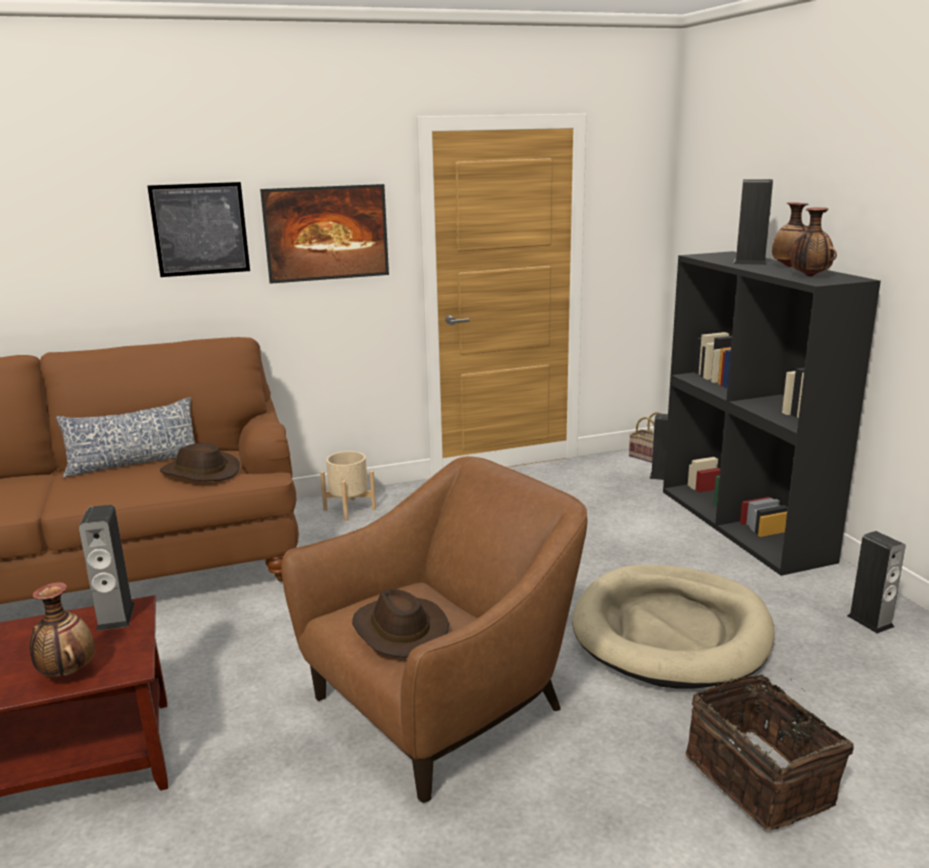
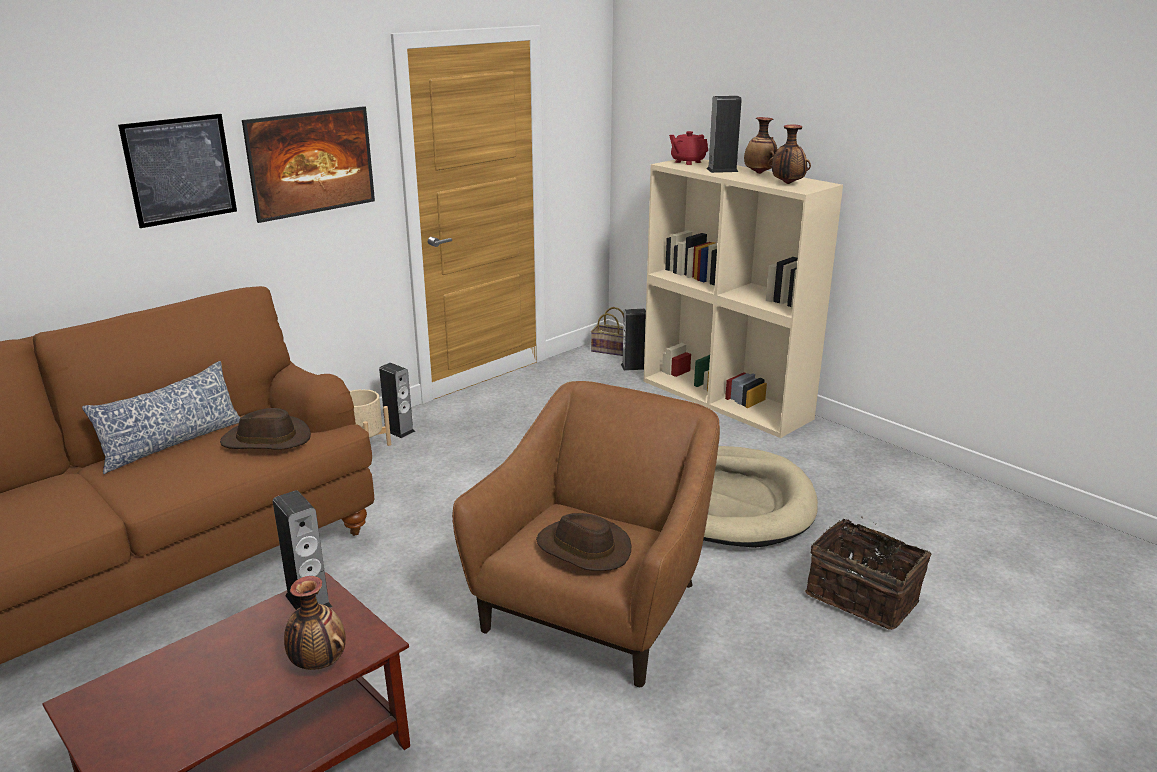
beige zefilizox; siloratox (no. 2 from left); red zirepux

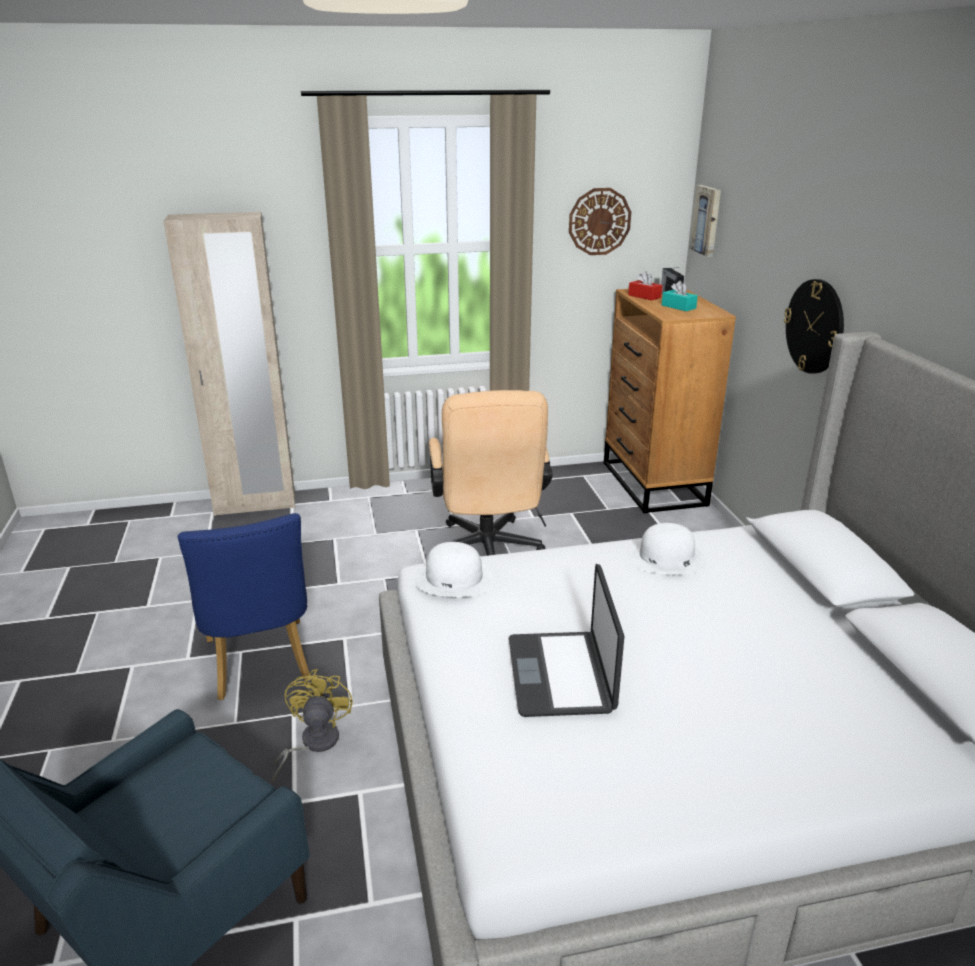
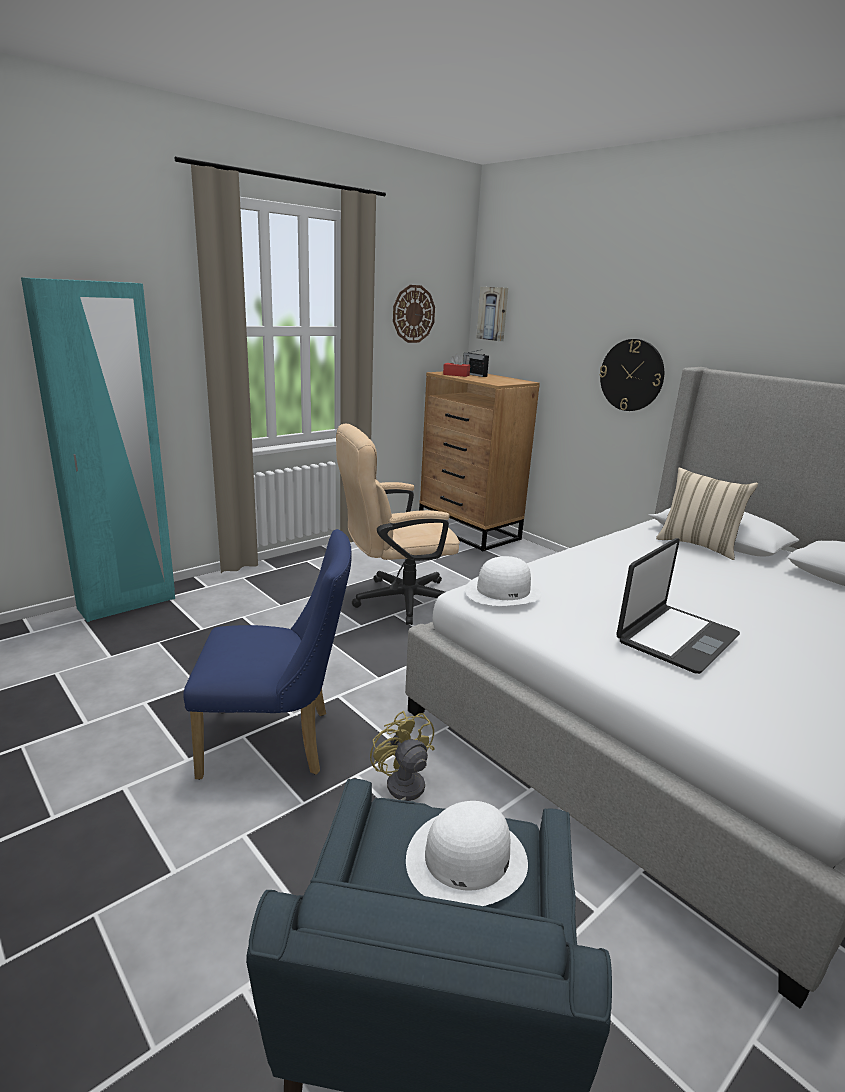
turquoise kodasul; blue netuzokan; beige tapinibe; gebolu; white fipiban (no. 1 from left); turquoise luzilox; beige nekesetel

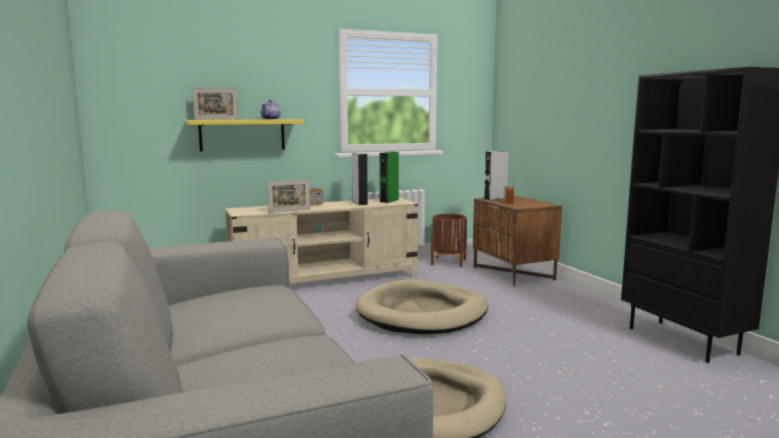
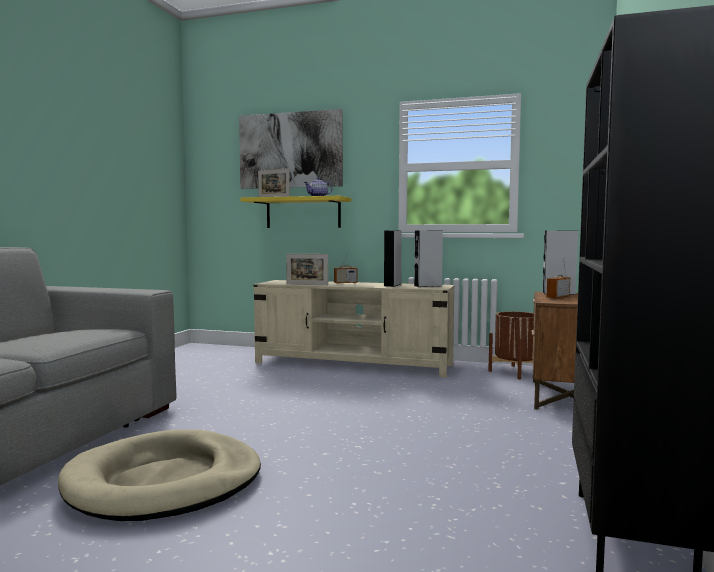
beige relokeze (no. 1 from left in the first image); grey siloratox (no. 2 from left); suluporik

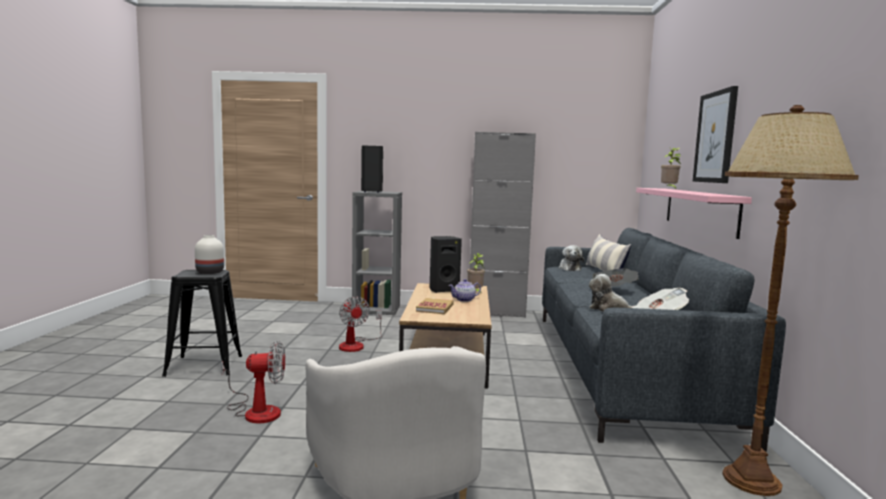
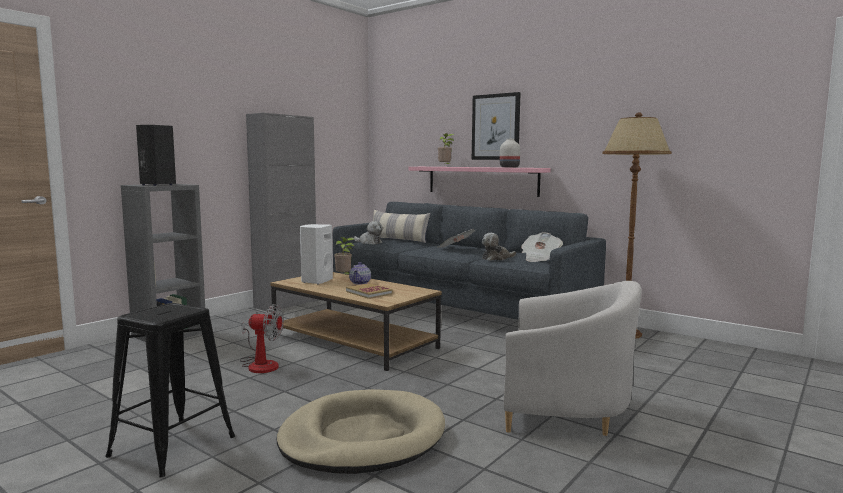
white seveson; beige relokeze; white siloratox

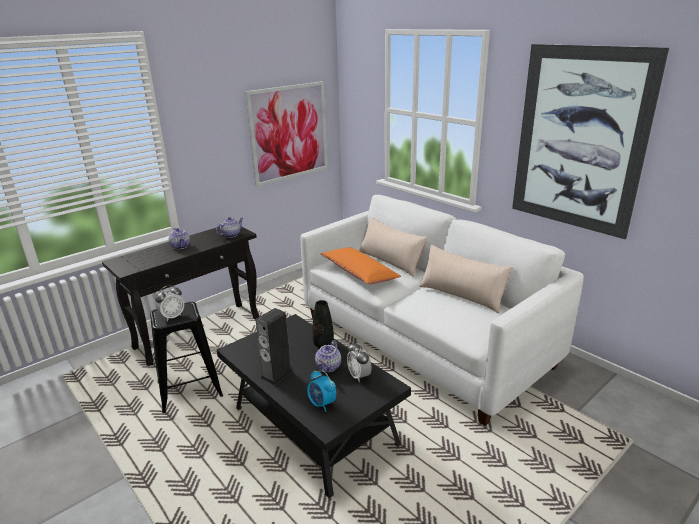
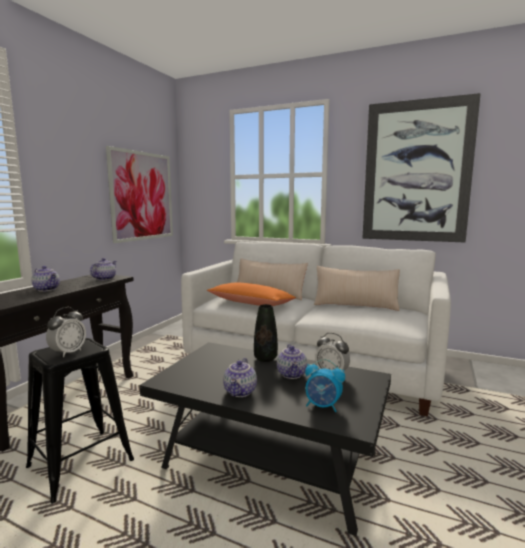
zirepux (no. 3 from left)

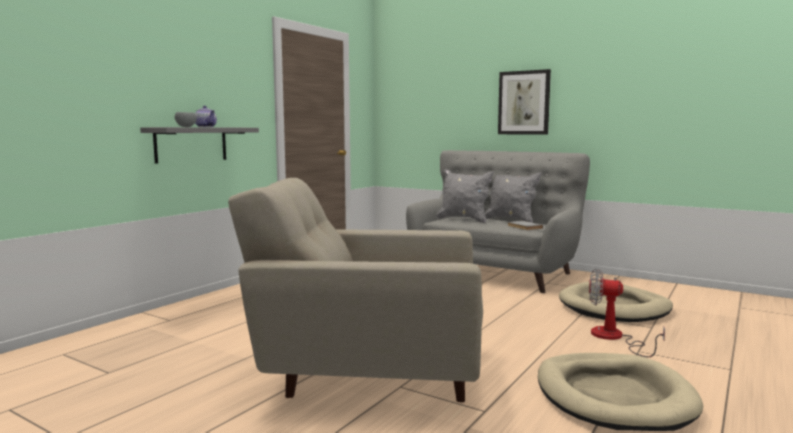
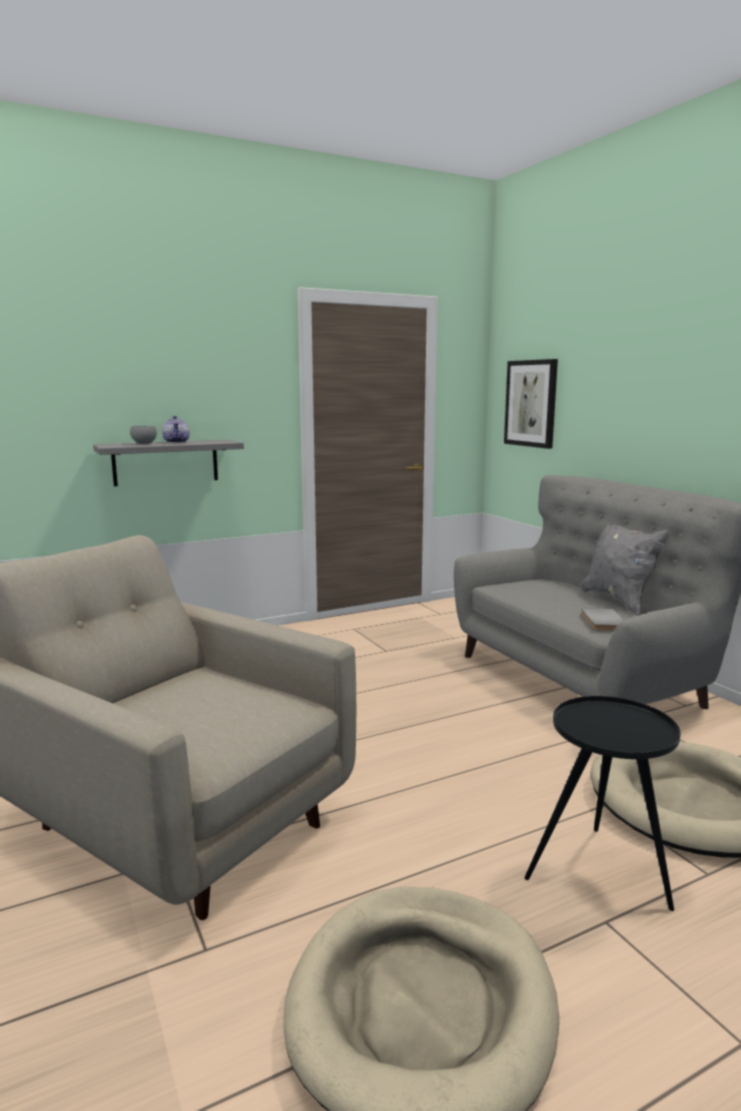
grey nekesetel (no. 1 from left in the first image); suluporik; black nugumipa

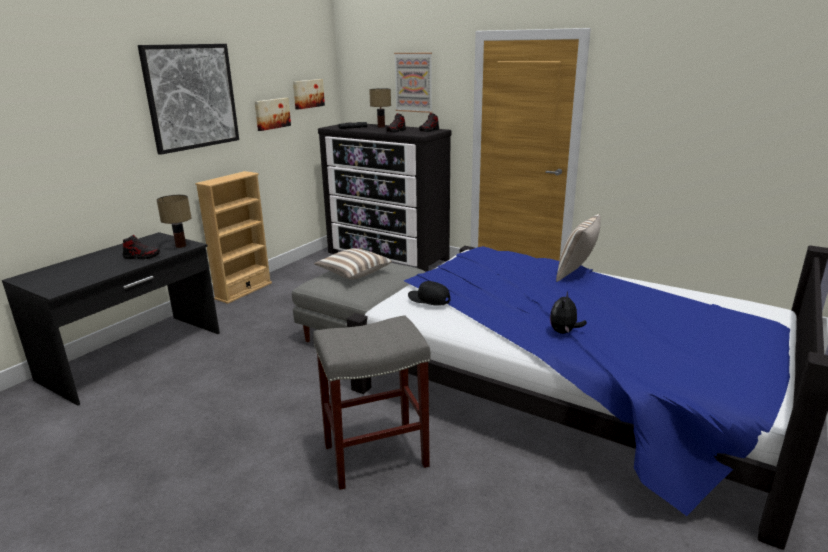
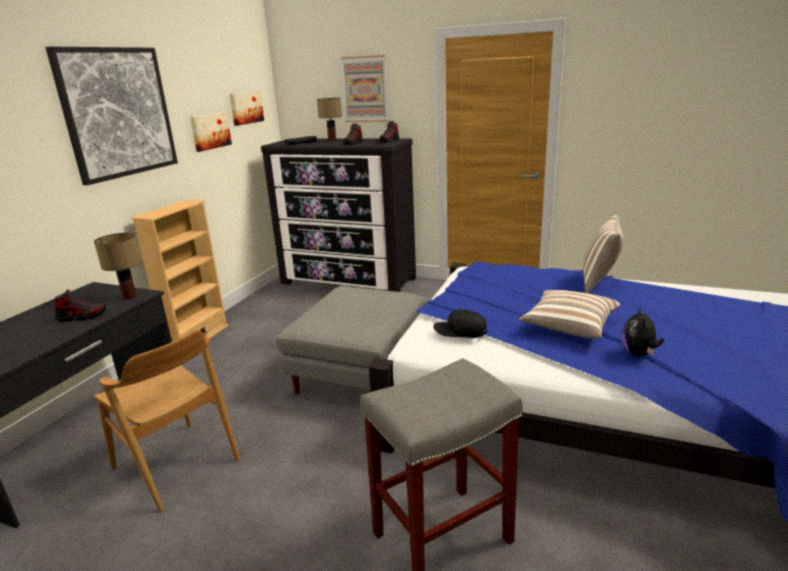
nekesetel (no. 1 from left); brown netuzokan

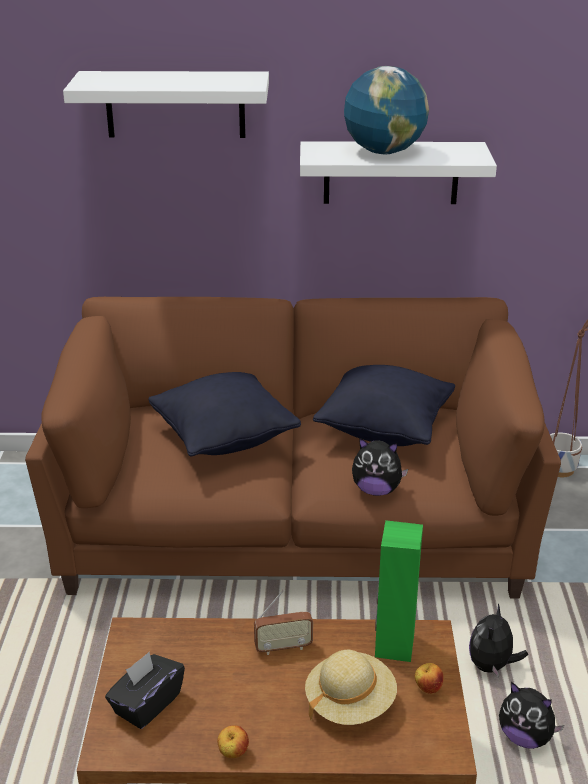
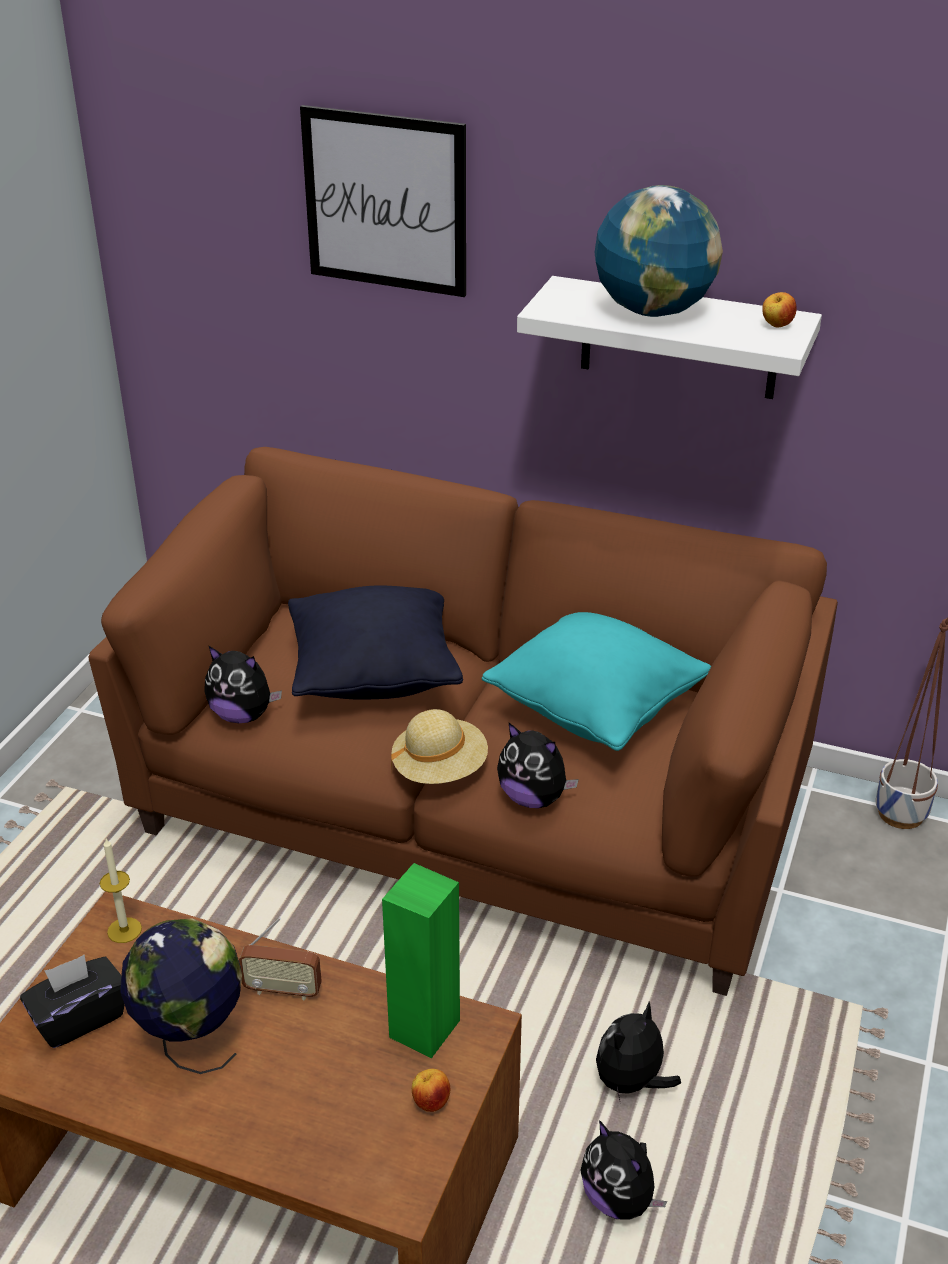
suluporik; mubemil (no. 2 from left); beige fipiban; turquoise nekesetel; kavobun; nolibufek (no. 1 from left); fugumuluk (no. 1 from left)

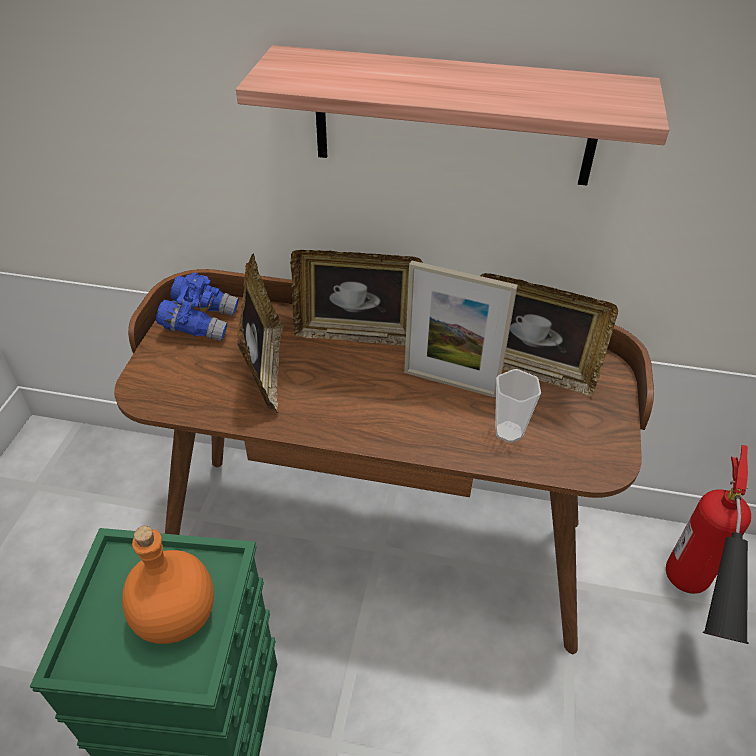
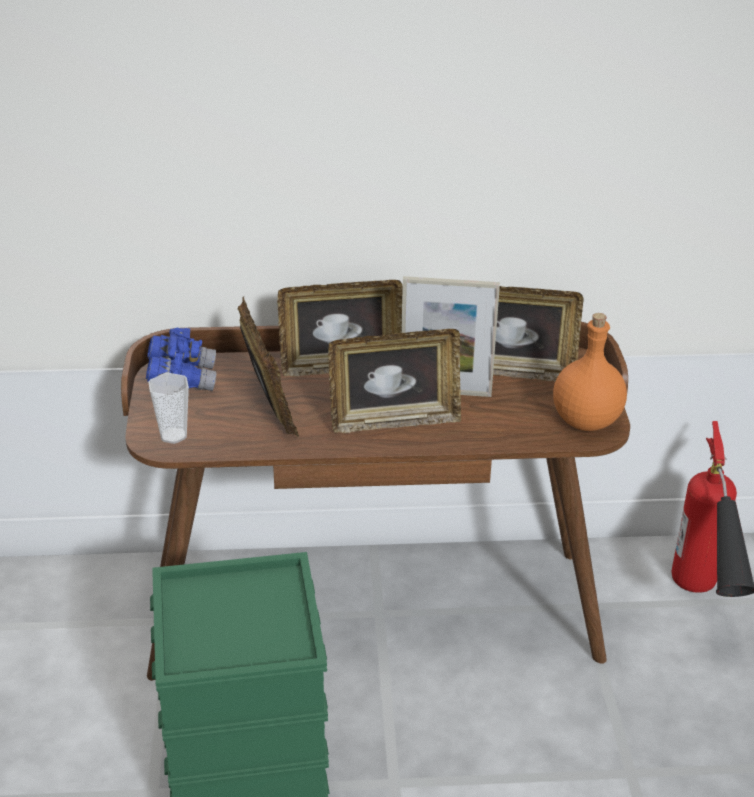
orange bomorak; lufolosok; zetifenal; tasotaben (no. 3 from left)

